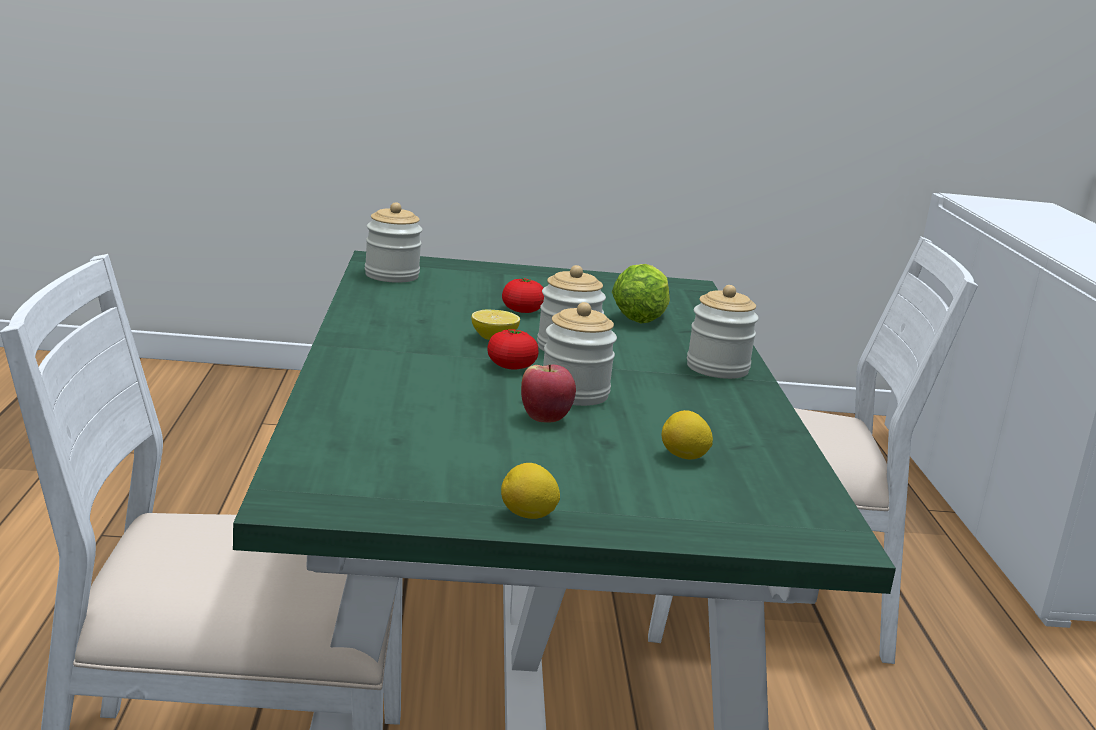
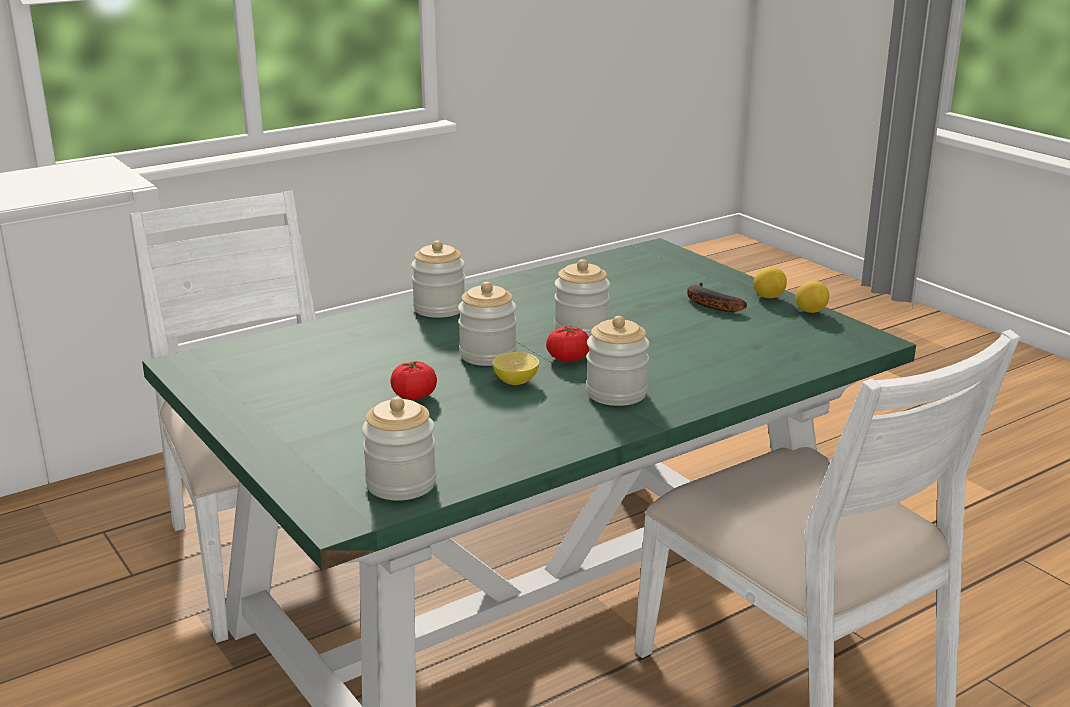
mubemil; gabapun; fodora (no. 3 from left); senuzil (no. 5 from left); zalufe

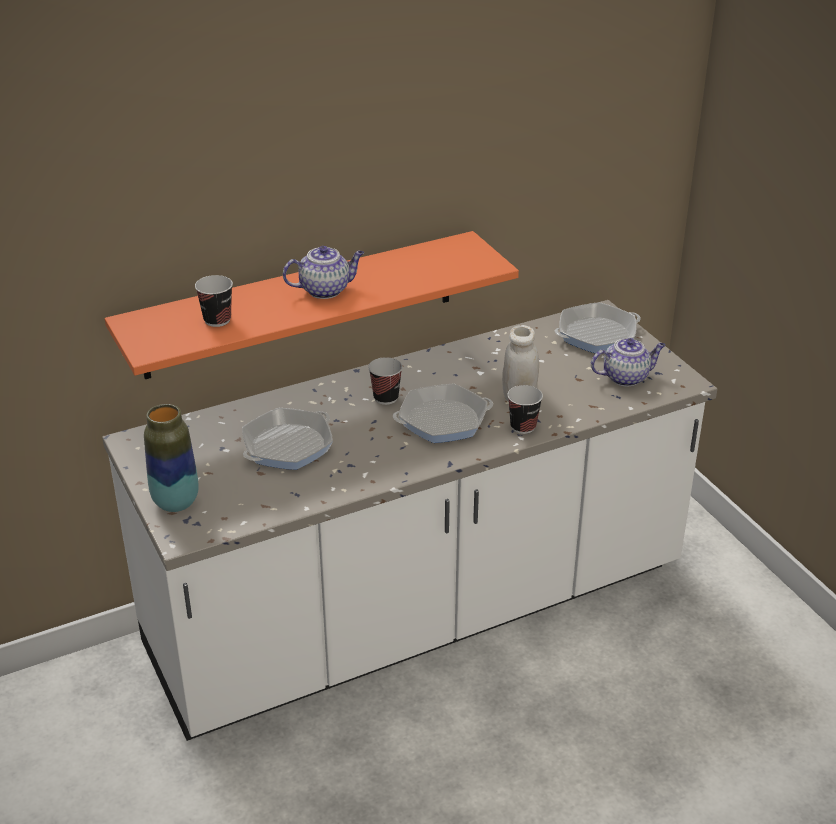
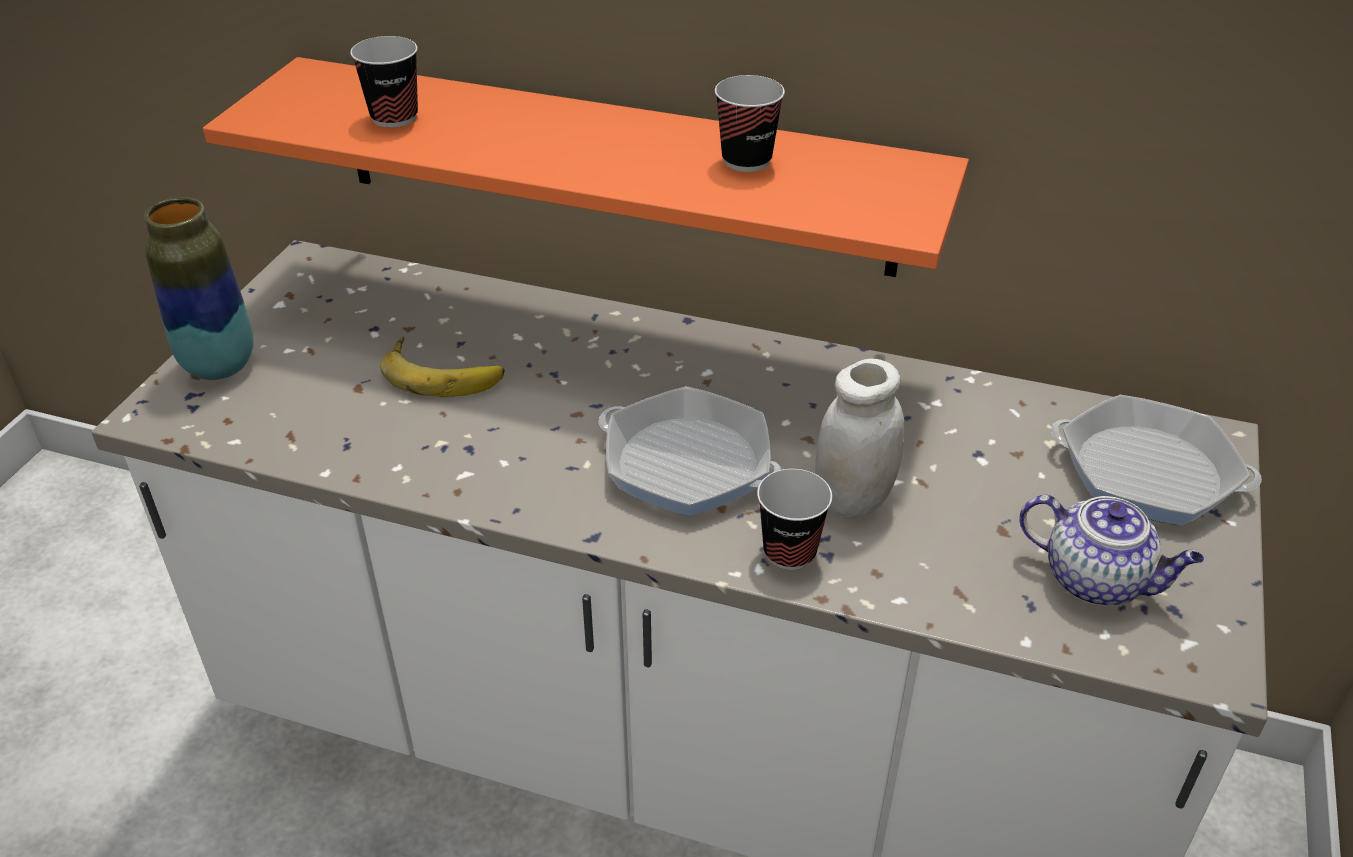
zalufe; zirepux (no. 1 from left in the first image); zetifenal (no. 2 from left)

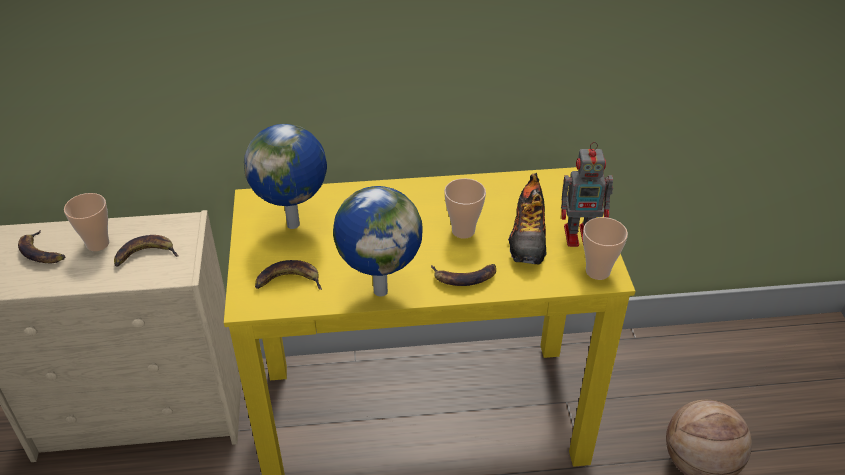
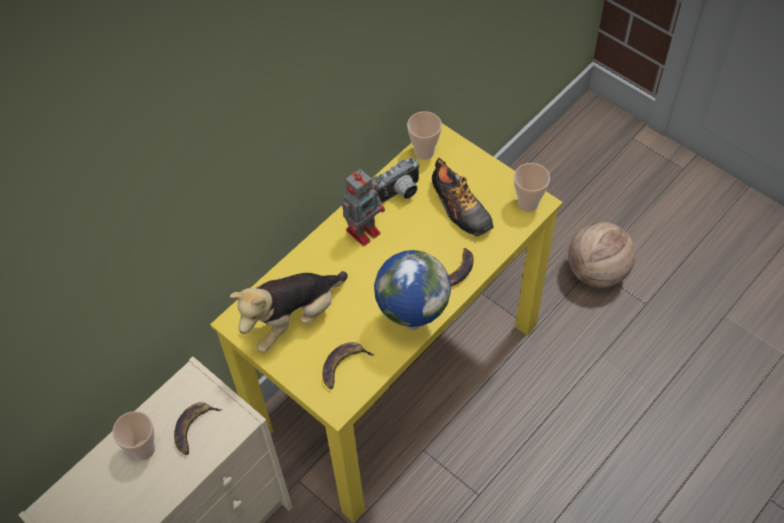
zalufe (no. 1 from left in the first image); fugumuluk; zetifenal (no. 2 from left); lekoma; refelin

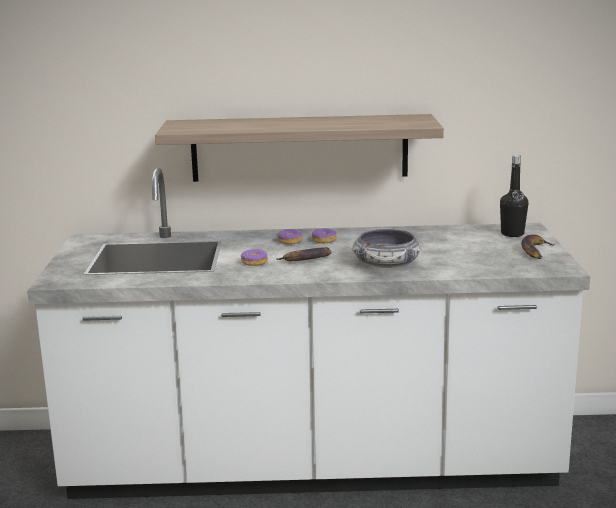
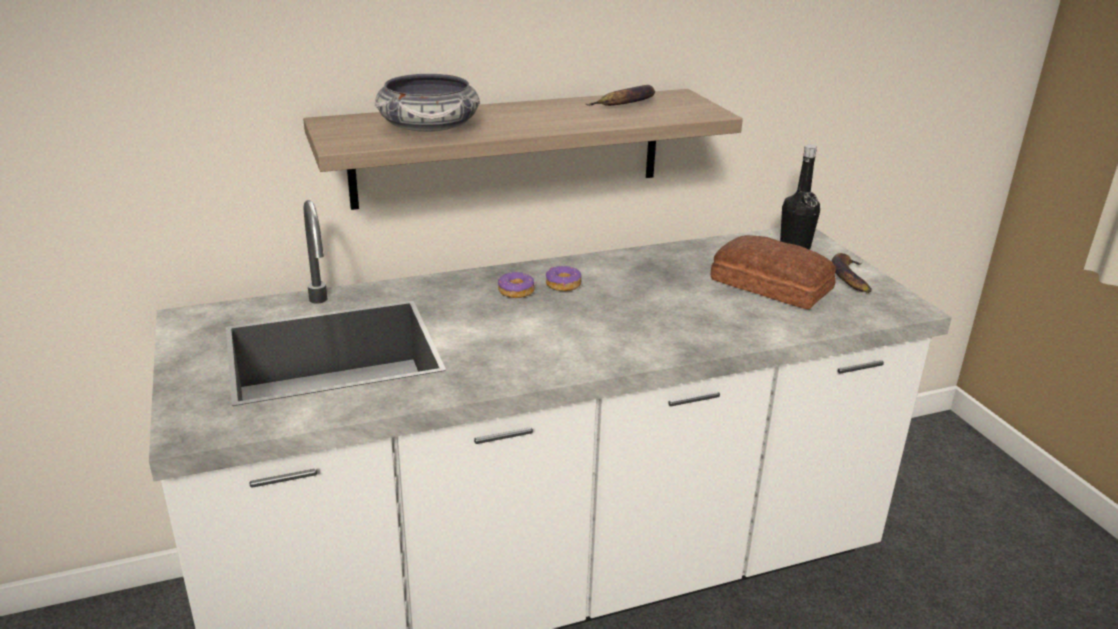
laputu (no. 1 from left in the first image); zalufe (no. 1 from left); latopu; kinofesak

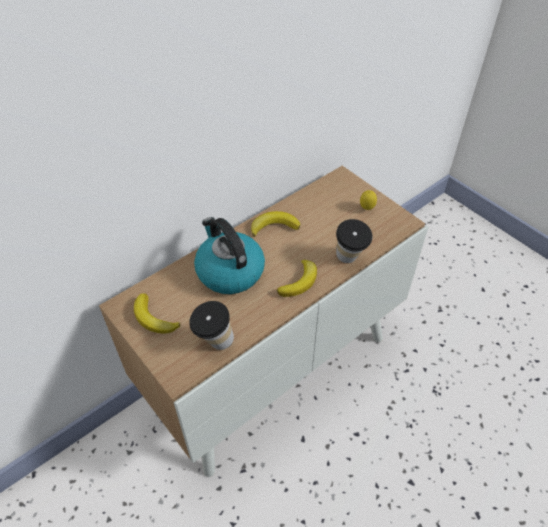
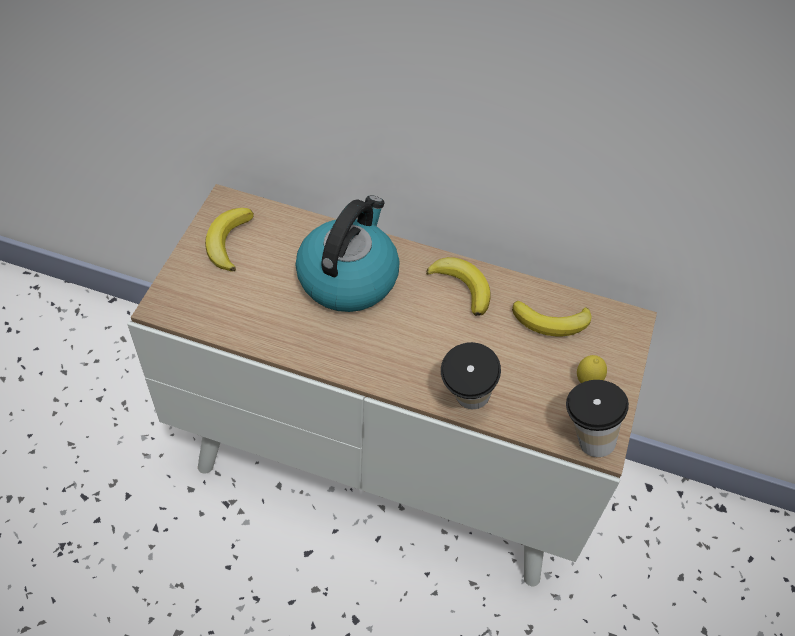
zetifenal (no. 2 from left); zalufe (no. 3 from left)

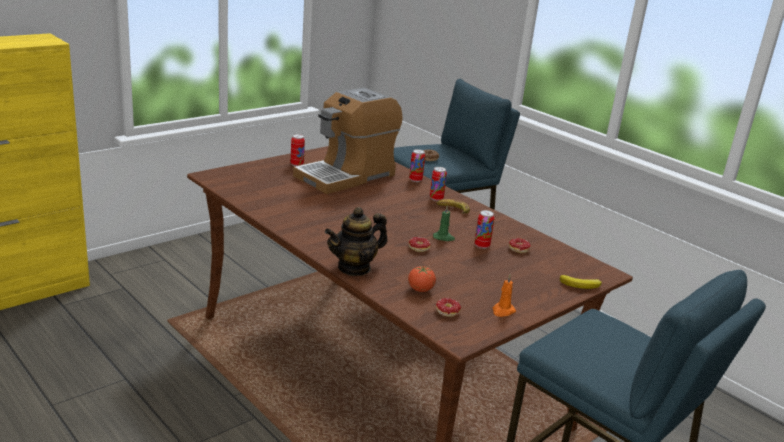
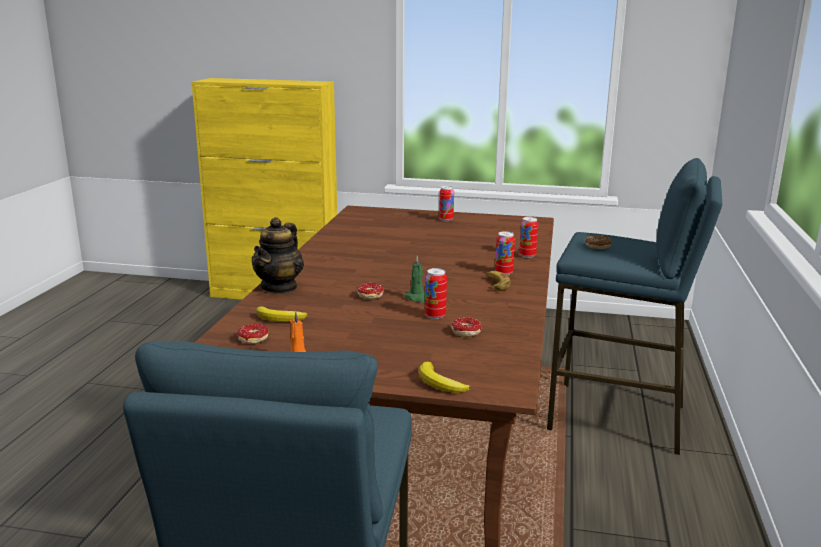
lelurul; zirepux; zalufe (no. 1 from left)

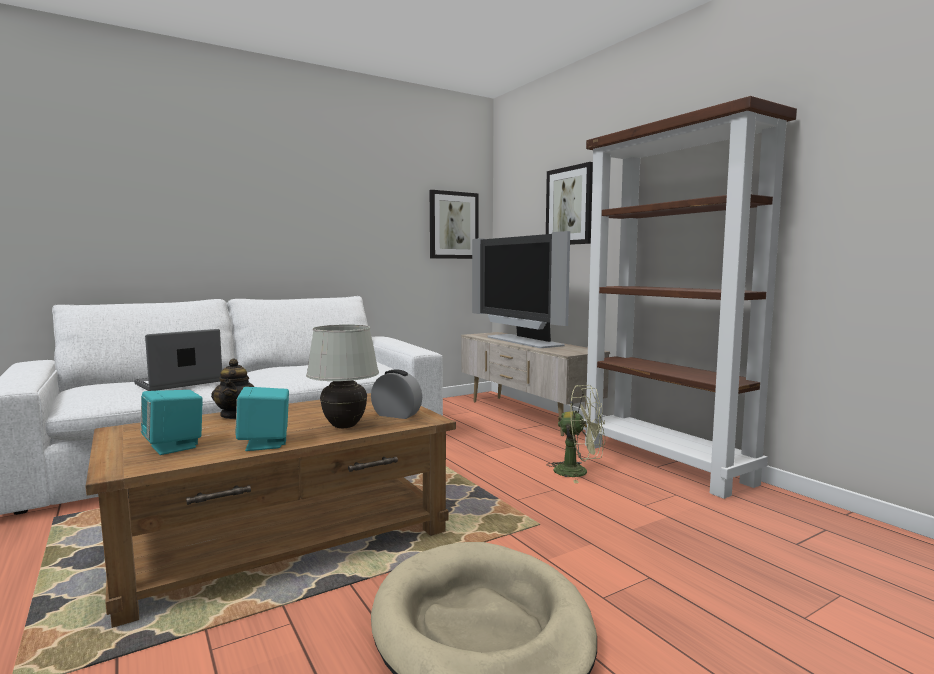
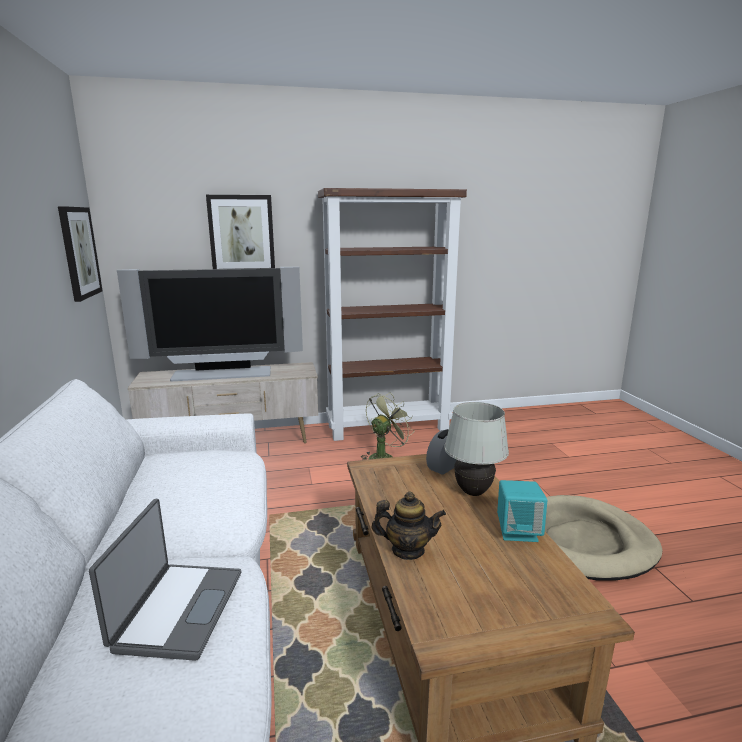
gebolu; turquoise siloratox (no. 1 from left in the first image)

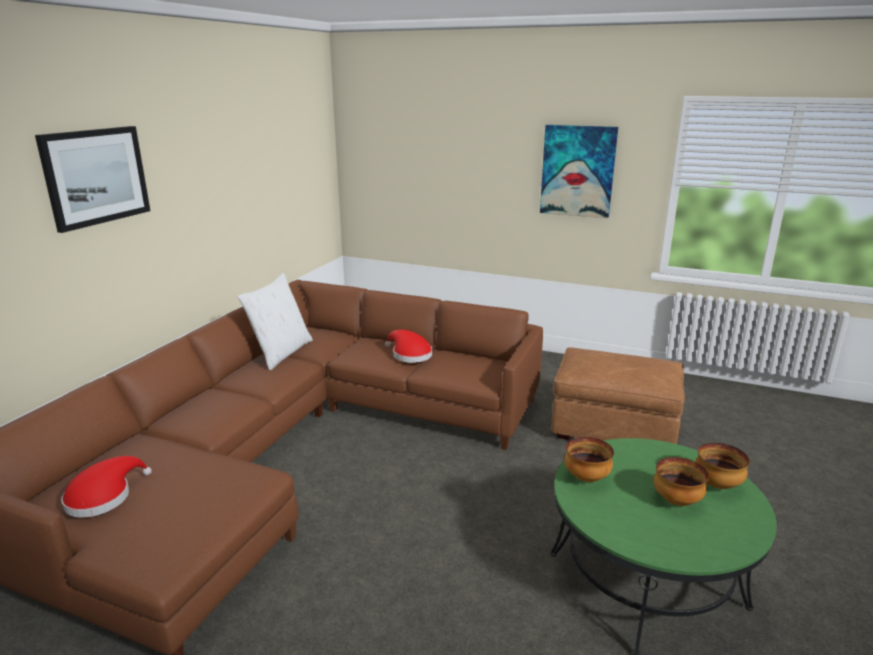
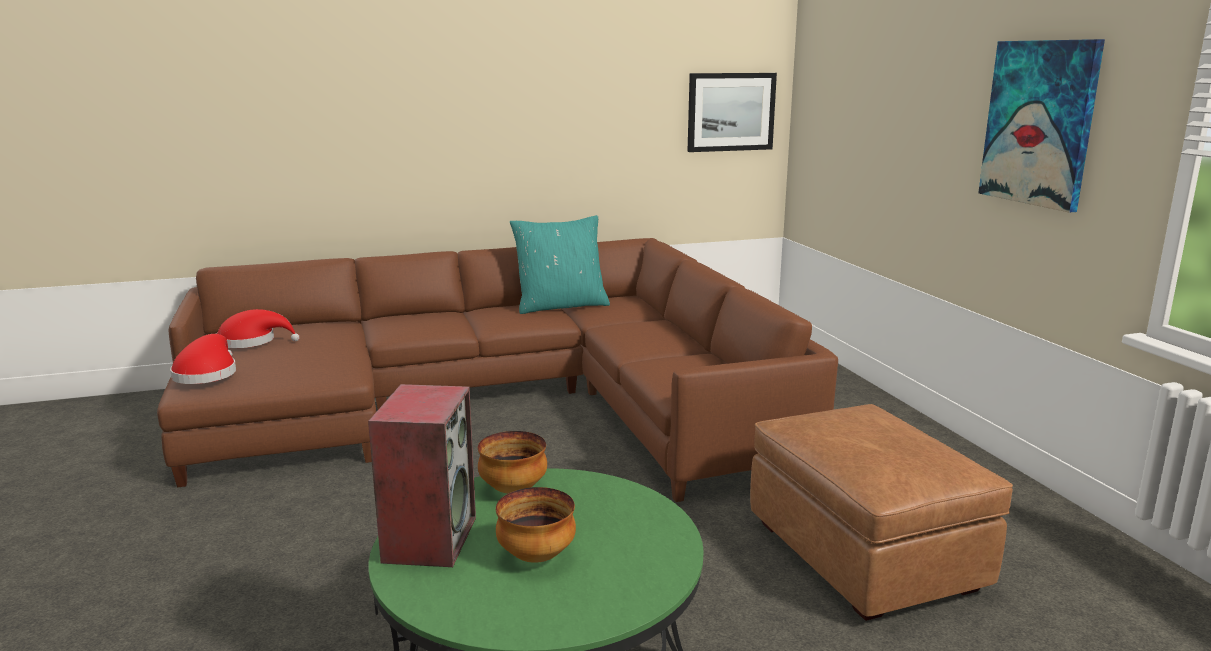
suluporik (no. 1 from left); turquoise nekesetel; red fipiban (no. 1 from left); latopu (no. 3 from left in the first image); siloratox

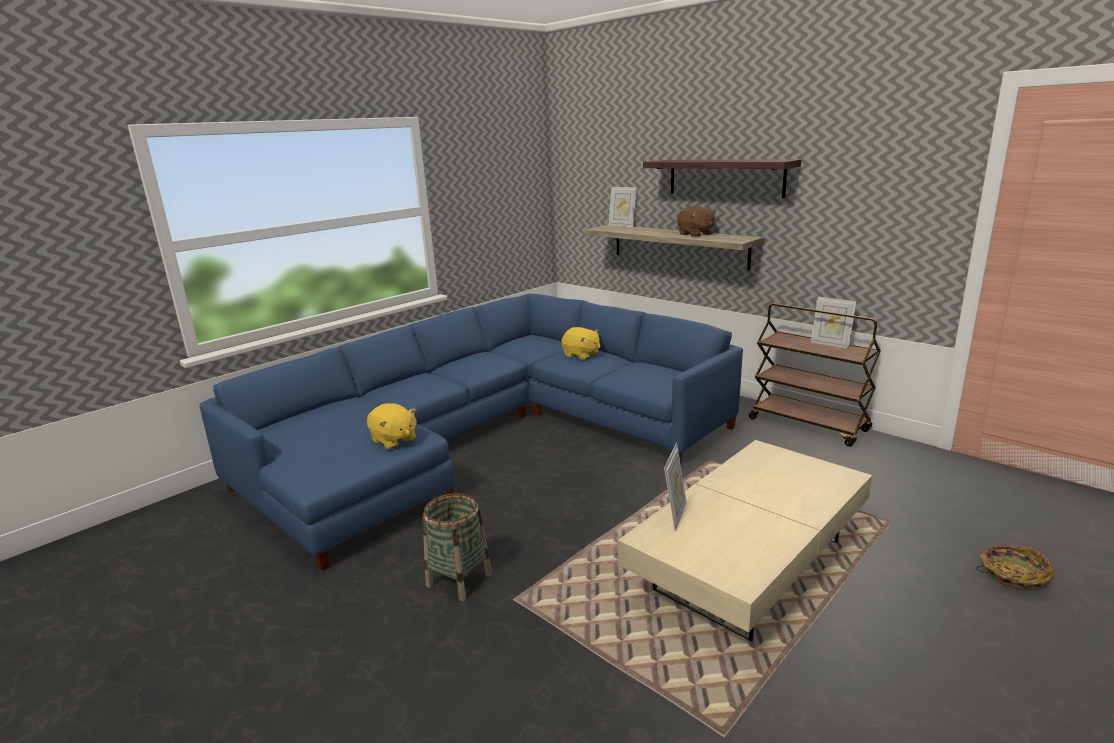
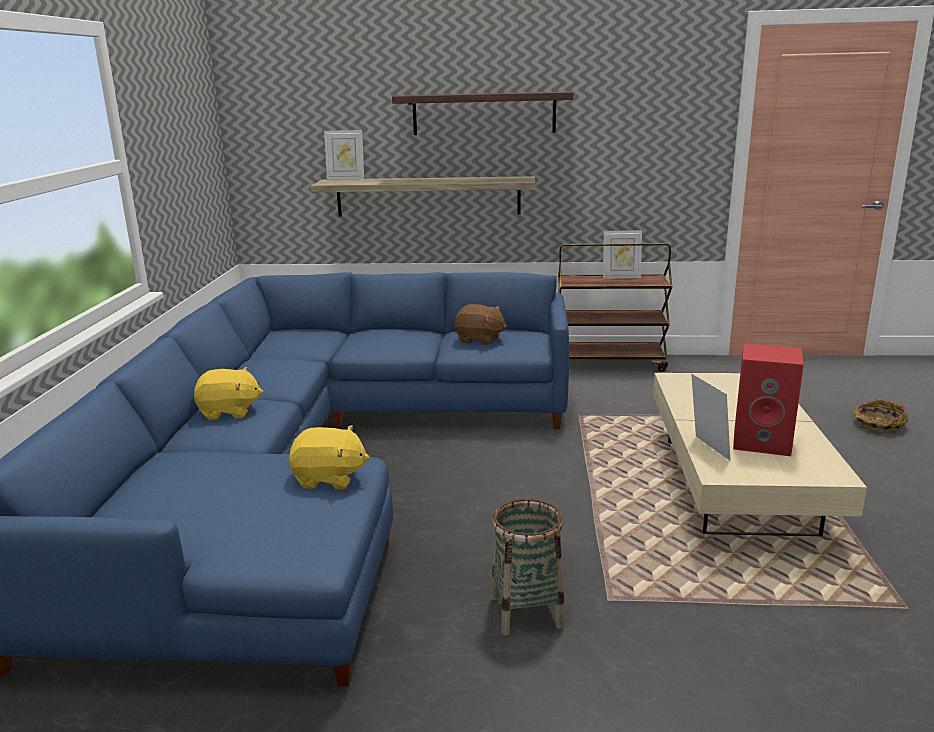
yellow fugumuluk (no. 1 from left); brown fugumuluk; red siloratox

